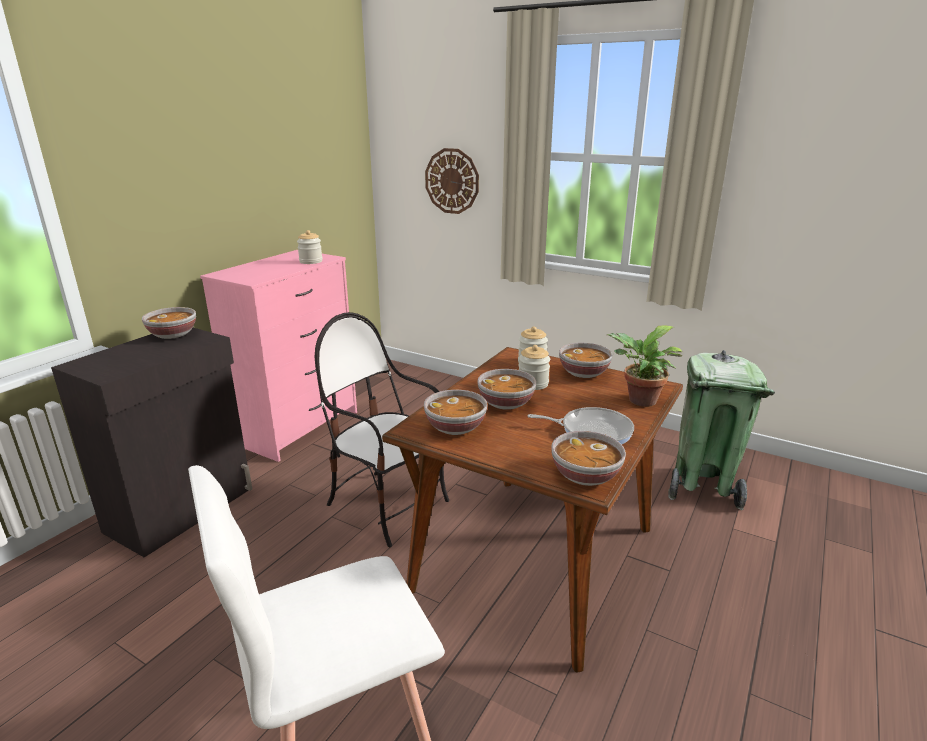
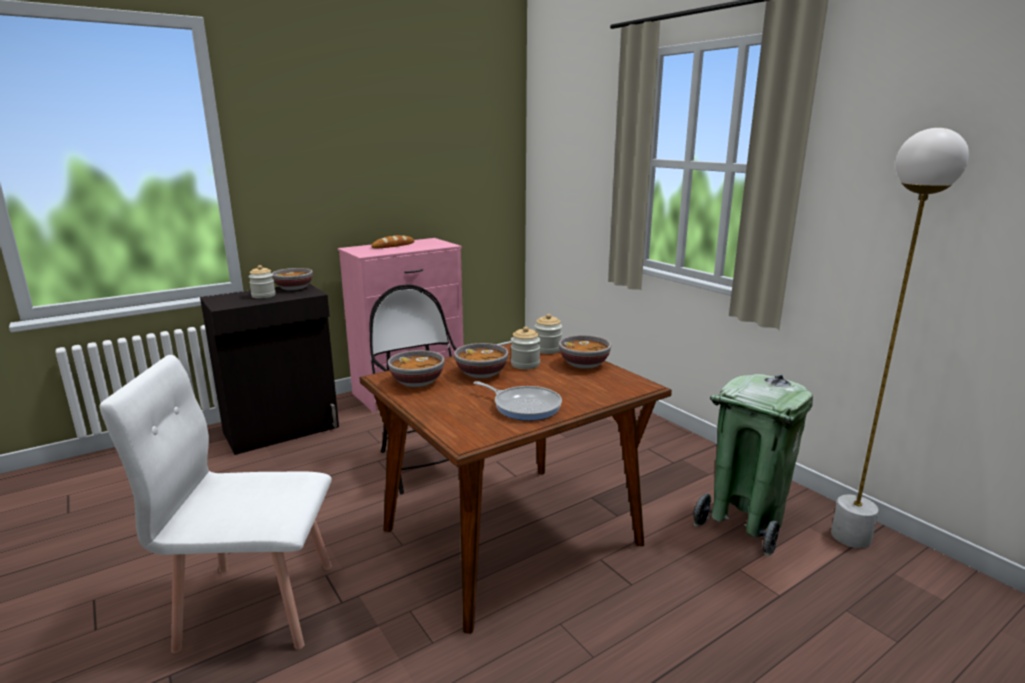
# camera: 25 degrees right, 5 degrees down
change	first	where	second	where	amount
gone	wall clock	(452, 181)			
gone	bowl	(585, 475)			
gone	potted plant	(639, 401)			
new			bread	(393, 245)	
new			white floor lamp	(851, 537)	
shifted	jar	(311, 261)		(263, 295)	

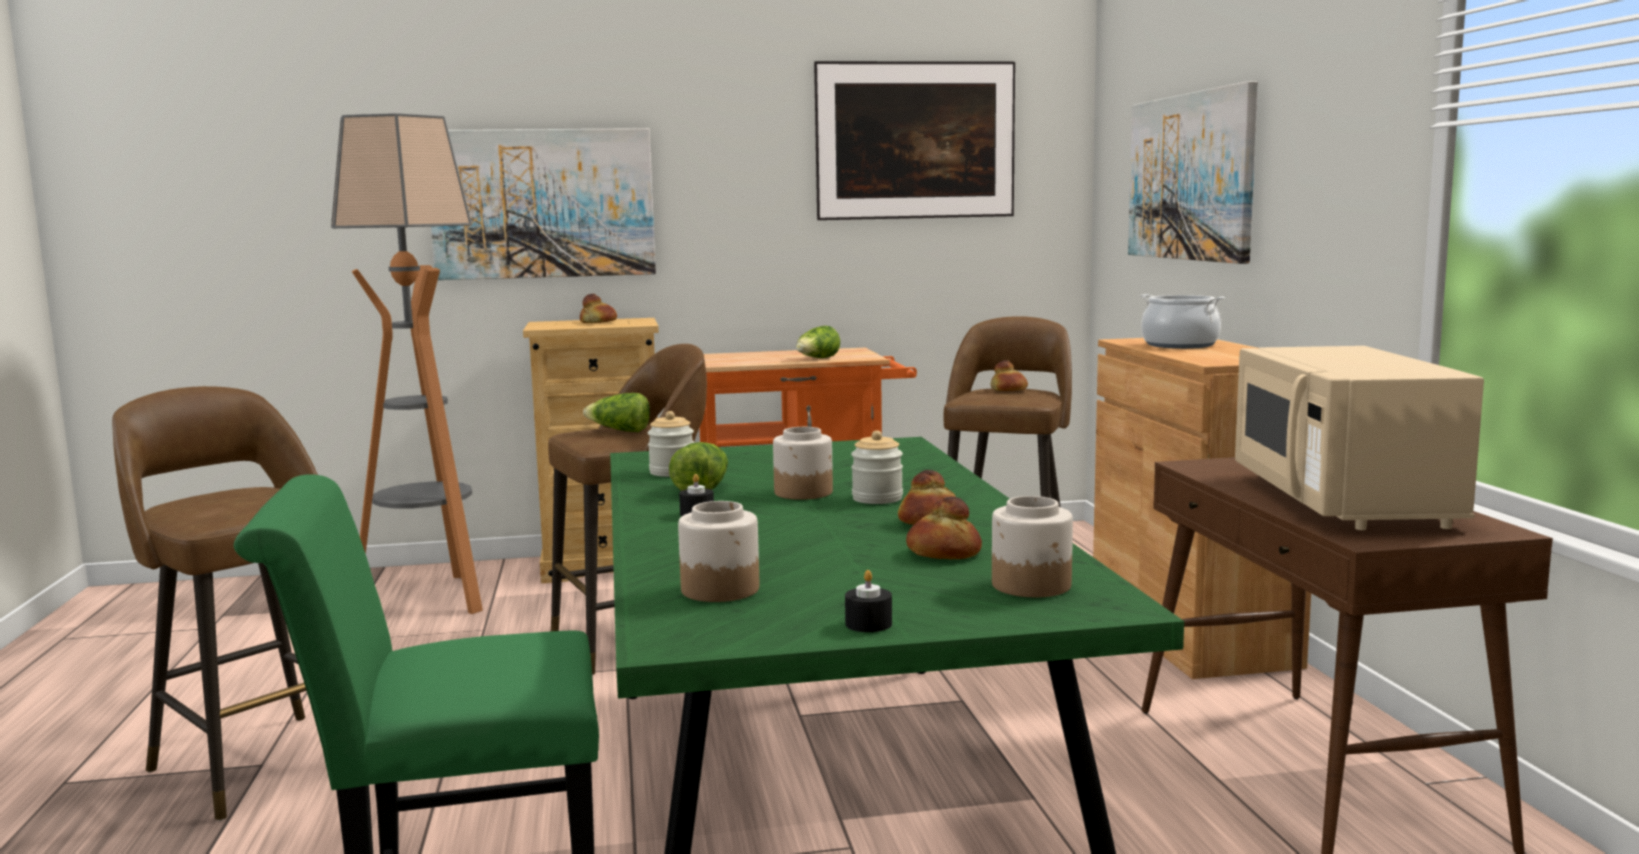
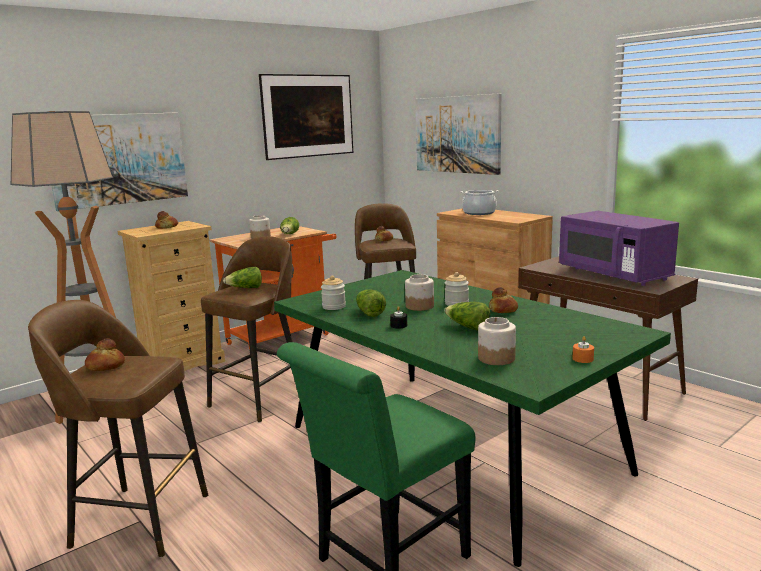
# camera: 30 degrees left, 5 degrees up
change	first	where	second	where	amount
new			lettuce	(467, 327)	
shifted	bread	(943, 553)		(105, 366)	
shifted	jar	(1032, 585)		(261, 237)	
repainted	black candle	(868, 624)	orange candle	(583, 359)	
repainted	beige microwave	(1342, 500)	purple microwave	(614, 274)	

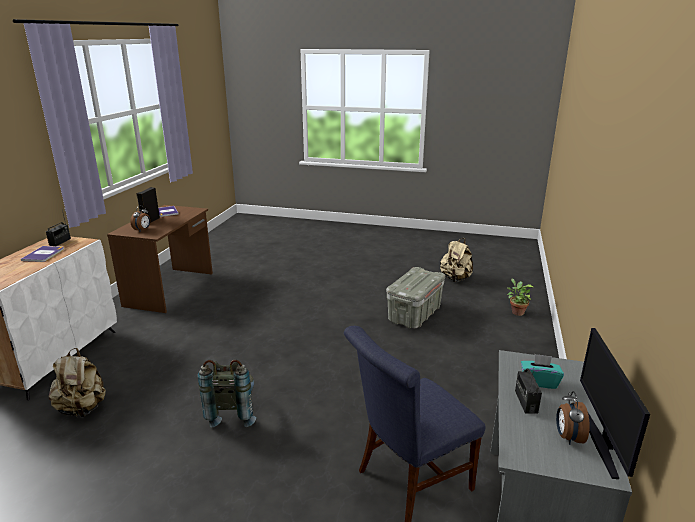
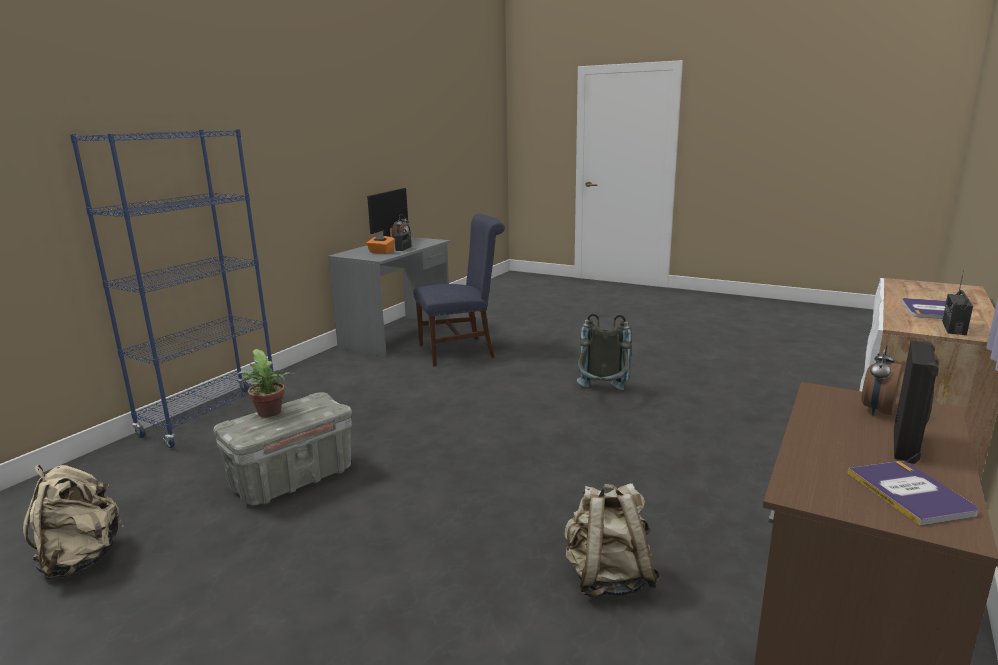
# camera: 165 degrees left, 5 degrees down
change	first	where	second	where	amount
new			blue bookcase	(211, 416)	
shifted	beige backpack	(82, 408)		(607, 578)	
shifted	potted plant	(516, 312)		(270, 414)	
repainted	turquoise tissue box	(539, 381)	orange tissue box	(381, 252)	

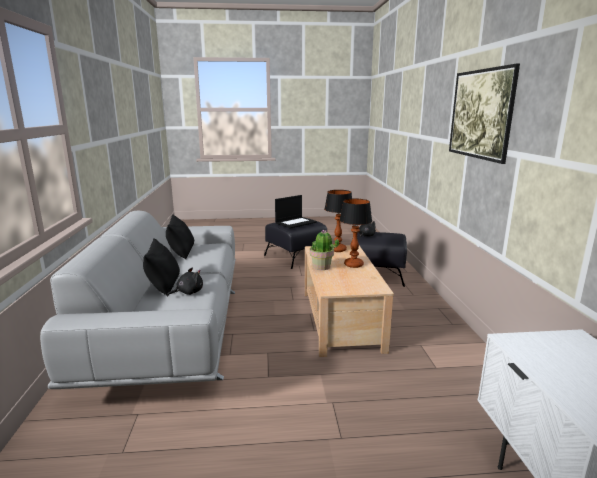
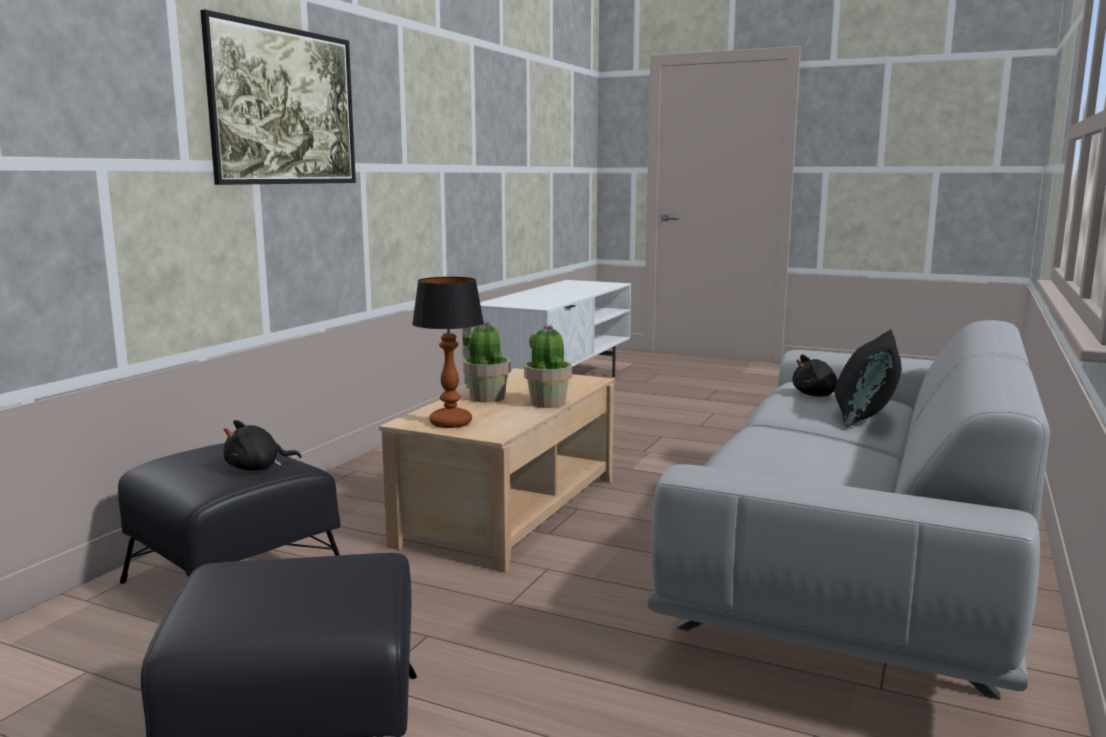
# camera: 150 degrees left, 5 degrees down
change	first	where	second	where	amount
gone	black pillow	(181, 253)			
gone	laptop	(296, 222)			
swapped	table lamp	(353, 265)	potted plant	(487, 398)	

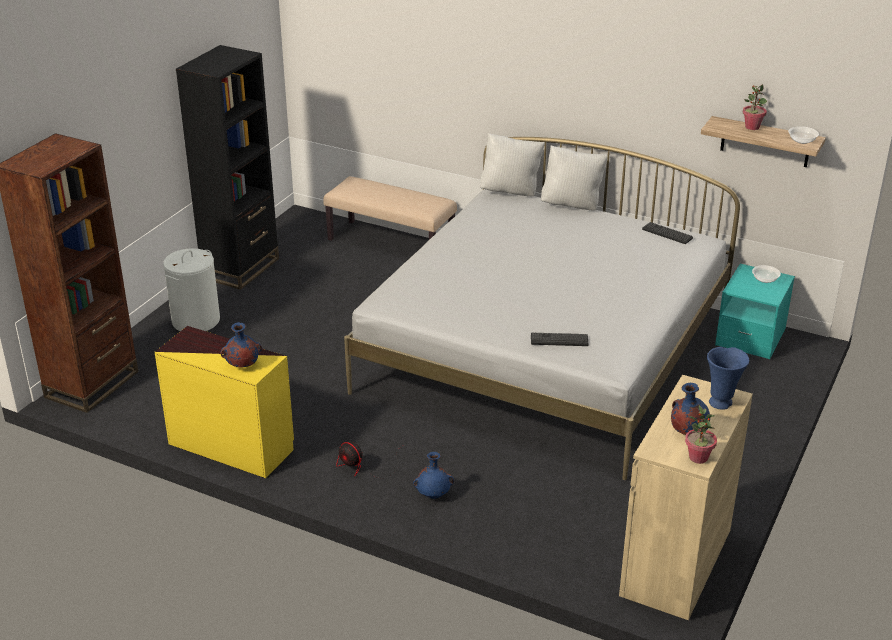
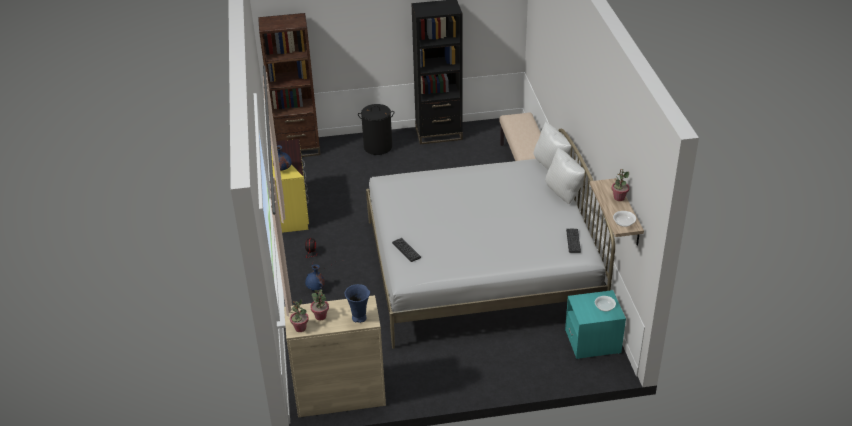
# camera: 55 degrees right, 5 degrees up
change	first	where	second	where	amount
swapped	blue vase	(687, 431)	potted plant	(320, 316)	
repainted	white laundry basket	(196, 320)	black laundry basket	(378, 147)	

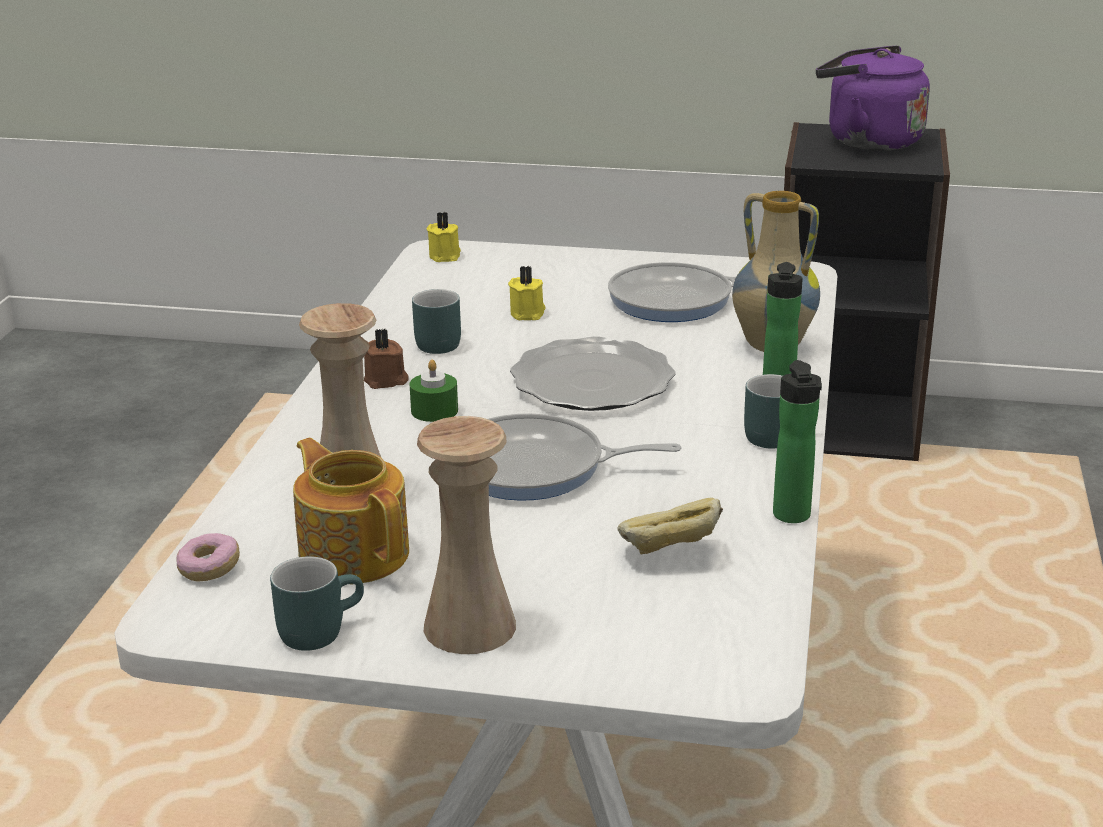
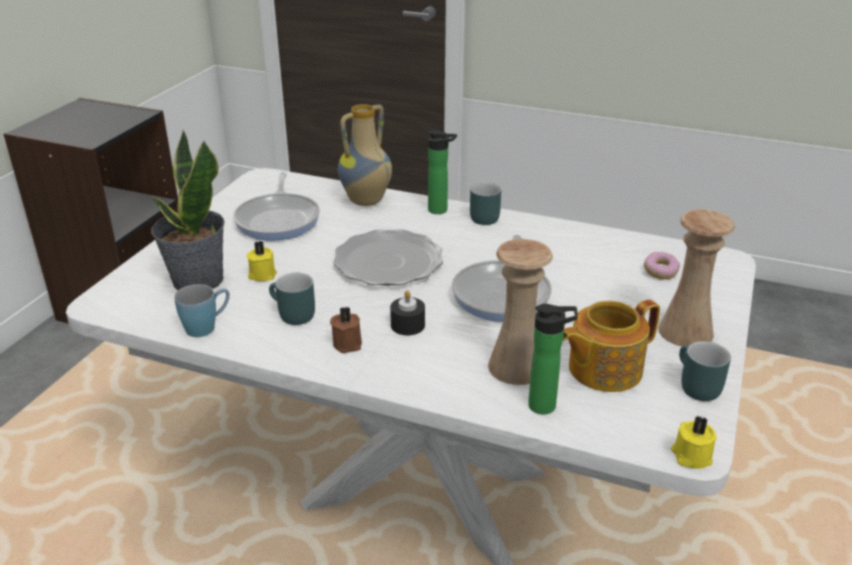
# camera: 80 degrees left, 5 degrees up
change	first	where	second	where	amount
gone	bread	(670, 555)			
gone	purple kettle	(867, 141)			
new			potted plant	(197, 280)	
new			blue mug	(207, 326)	
shifted	donut	(209, 569)		(660, 272)	
shifted	yellow candle	(446, 256)		(690, 456)	
shifted	bottle	(793, 517)		(546, 406)	
repainted	green candle	(434, 410)	black candle	(407, 325)	

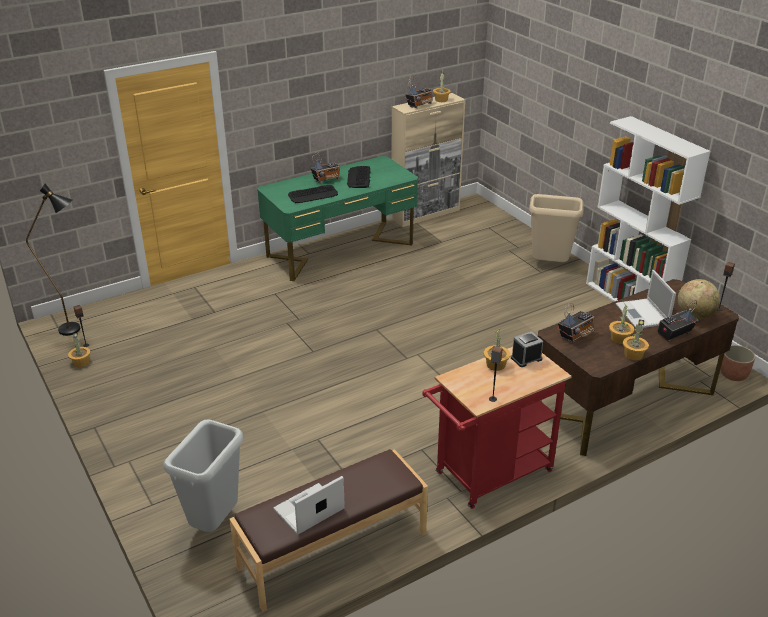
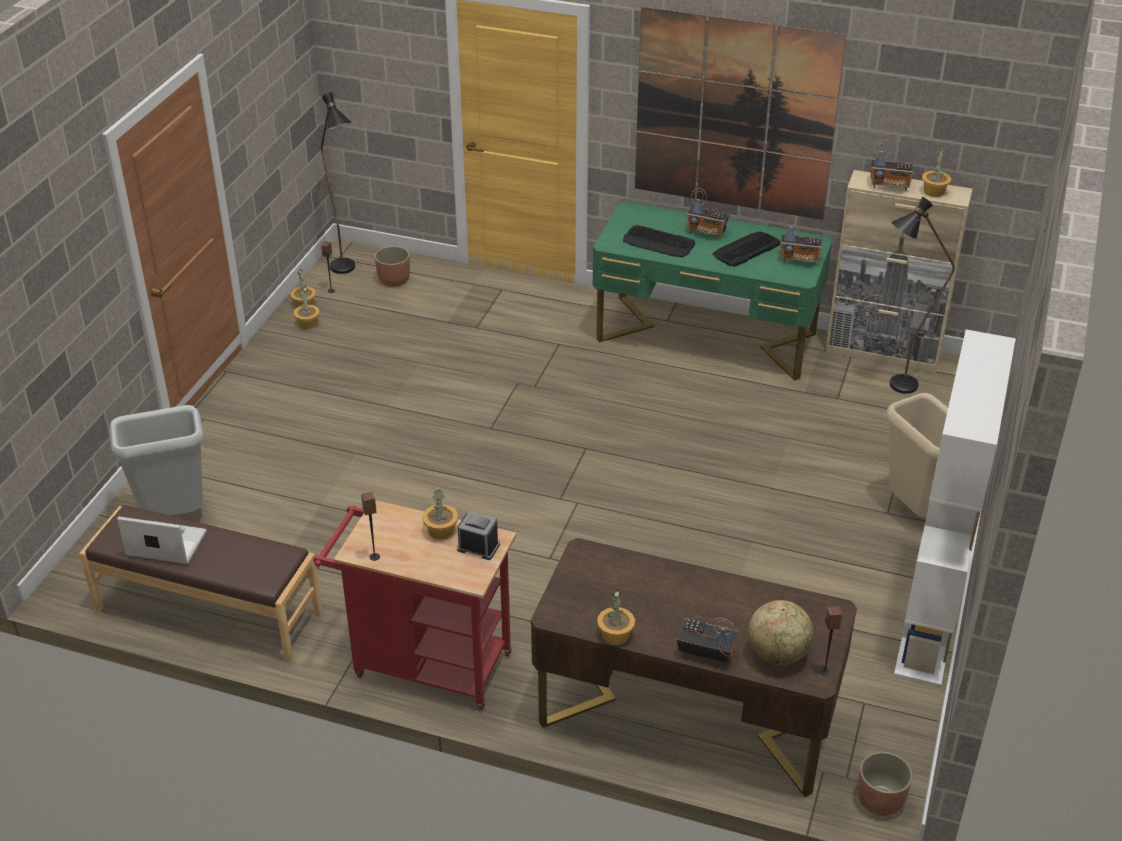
# camera: 50 degrees right, 5 degrees up
change	first	where	second	where	amount
gone	laptop	(642, 314)			
new			planter	(393, 280)	
new			picture	(734, 115)	
new			black floor lamp	(894, 388)	
shifted	radio	(575, 335)		(800, 259)	
shifted	potted plant	(619, 339)		(307, 323)	

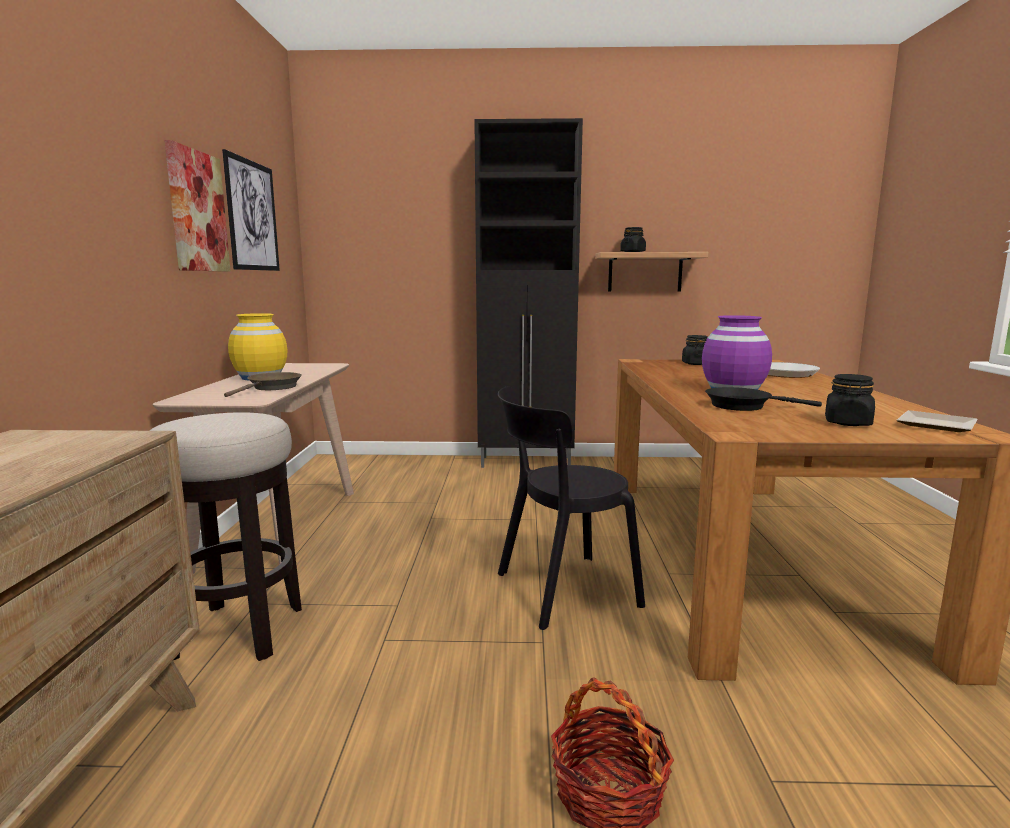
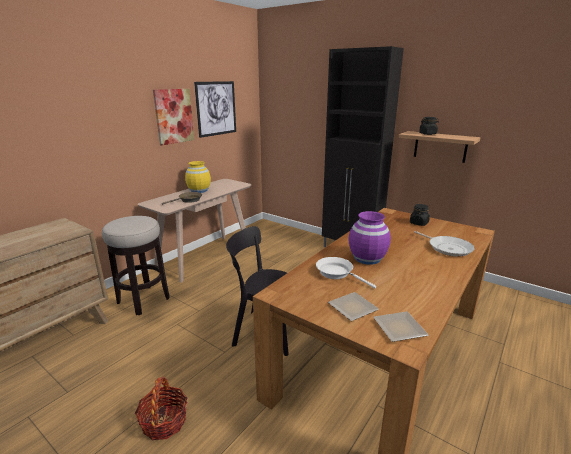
# camera: 35 degrees right, 10 degrees up
change	first	where	second	where	amount
swapped	black jar	(847, 423)	plate	(353, 307)	
repainted	black frying pan	(743, 406)	white frying pan	(337, 273)	

